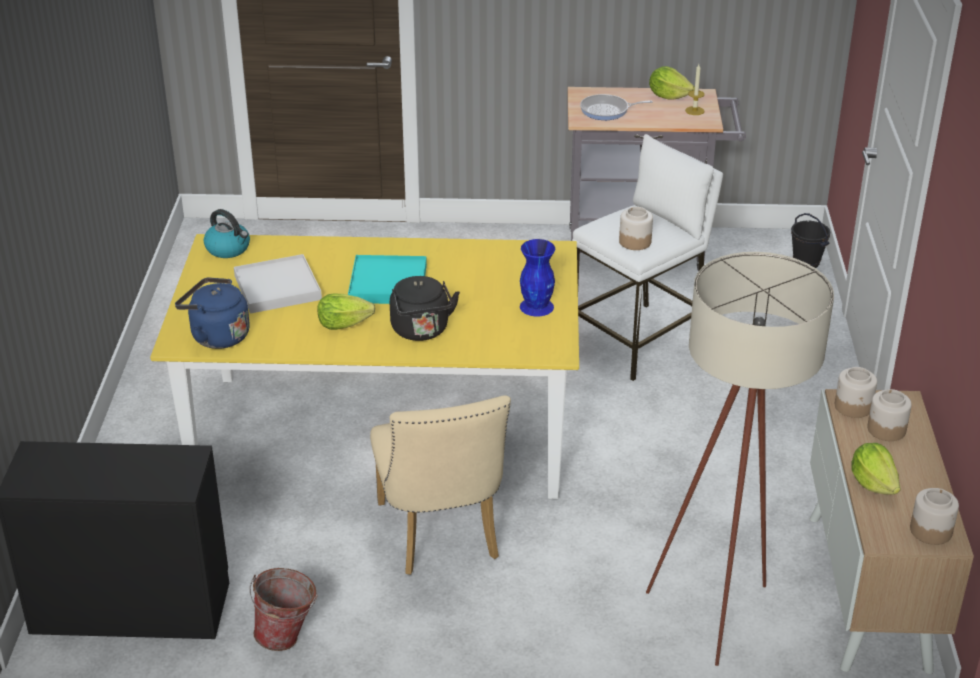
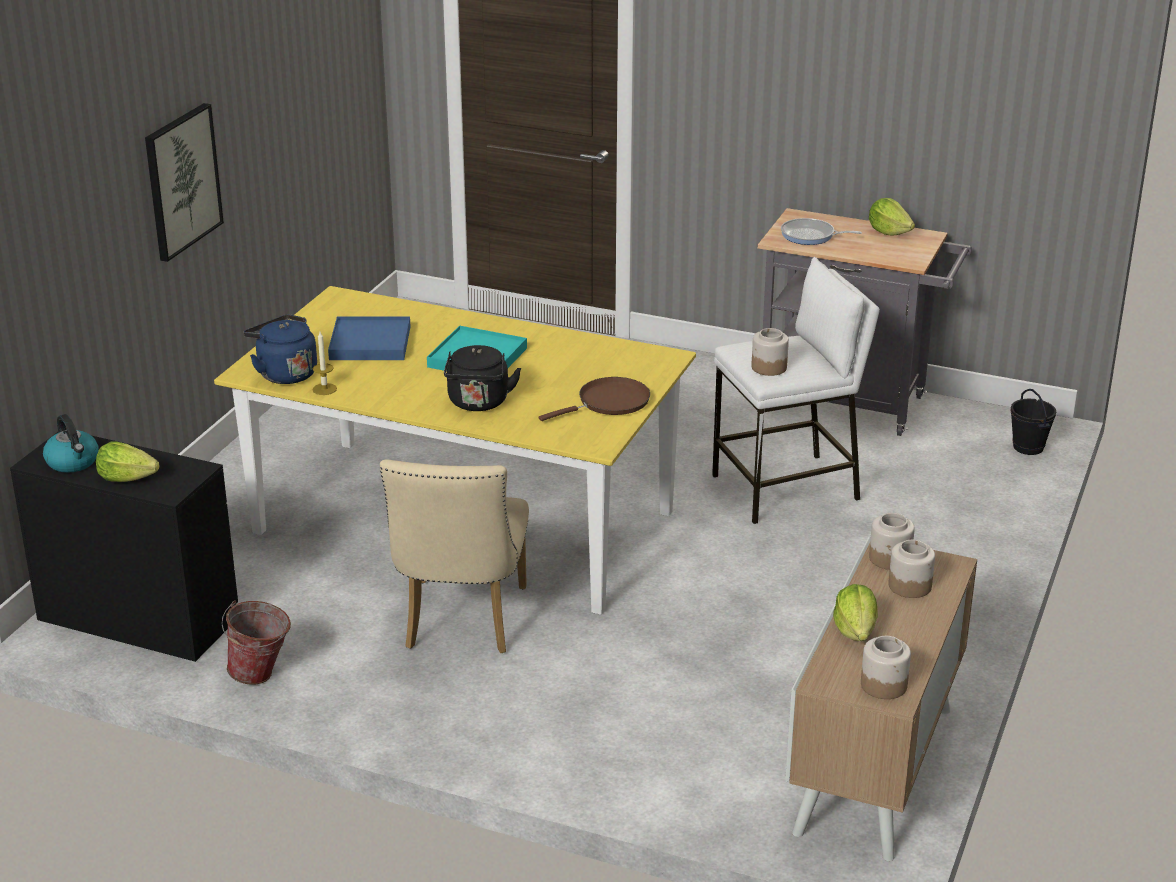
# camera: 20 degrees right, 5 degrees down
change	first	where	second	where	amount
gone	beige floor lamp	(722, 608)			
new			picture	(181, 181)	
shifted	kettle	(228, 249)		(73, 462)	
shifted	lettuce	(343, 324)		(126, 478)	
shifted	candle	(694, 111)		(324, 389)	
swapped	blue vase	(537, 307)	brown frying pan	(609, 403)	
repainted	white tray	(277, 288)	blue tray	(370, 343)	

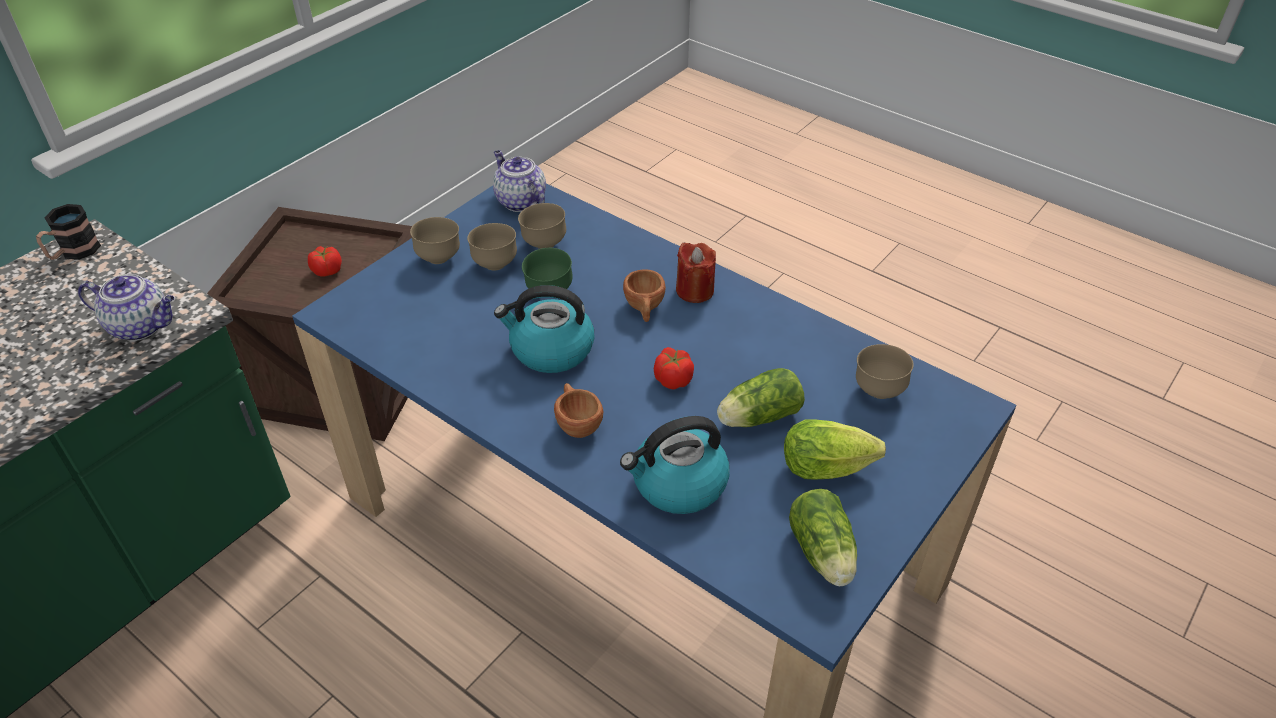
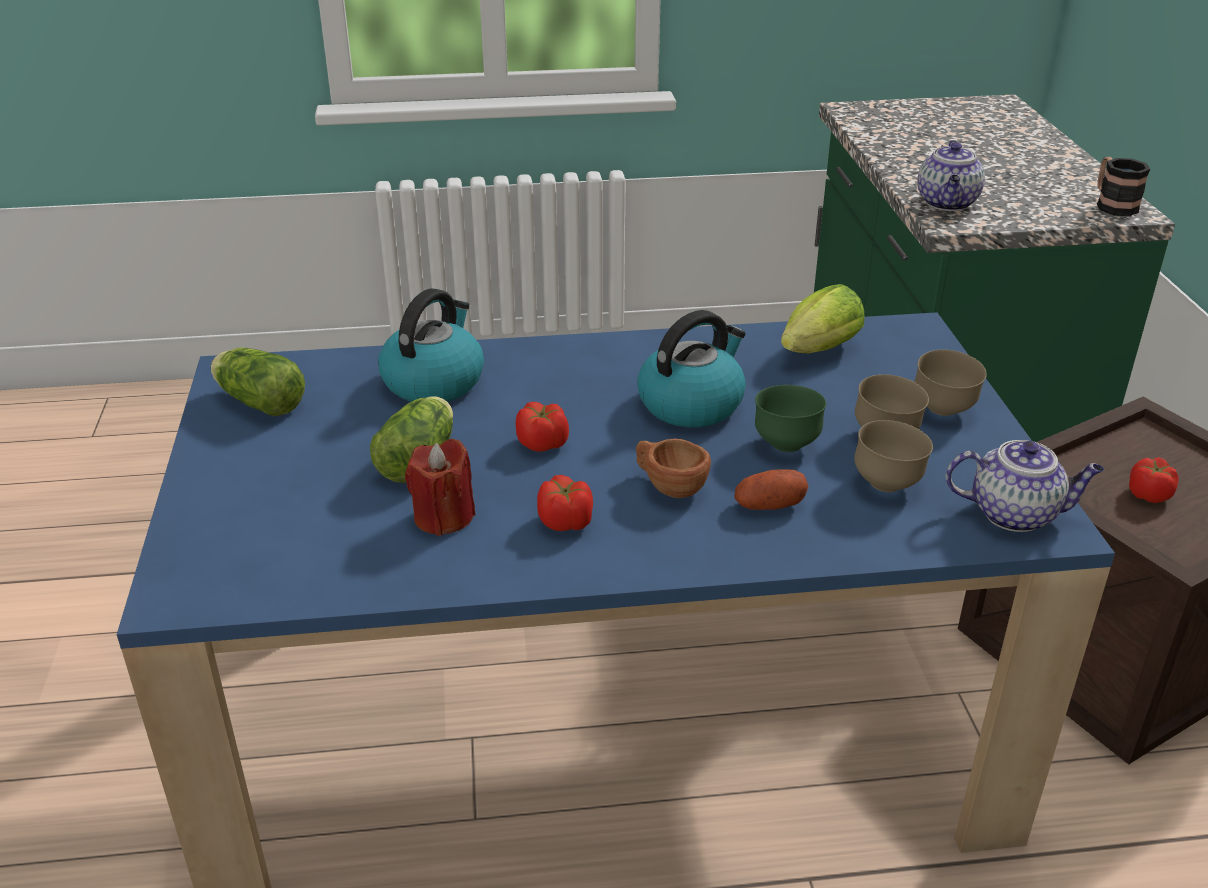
# camera: 135 degrees right, 10 degrees down
change	first	where	second	where	amount
gone	brown cup	(577, 423)			
gone	brown bowl	(878, 390)			
new			tomato	(566, 522)	
new			potato	(769, 505)	
shifted	red candle	(694, 290)		(443, 517)	
shifted	lettuce	(831, 468)		(816, 352)	
rotated	teapot	(142, 326)		(947, 203)	45 degrees counterclockwise

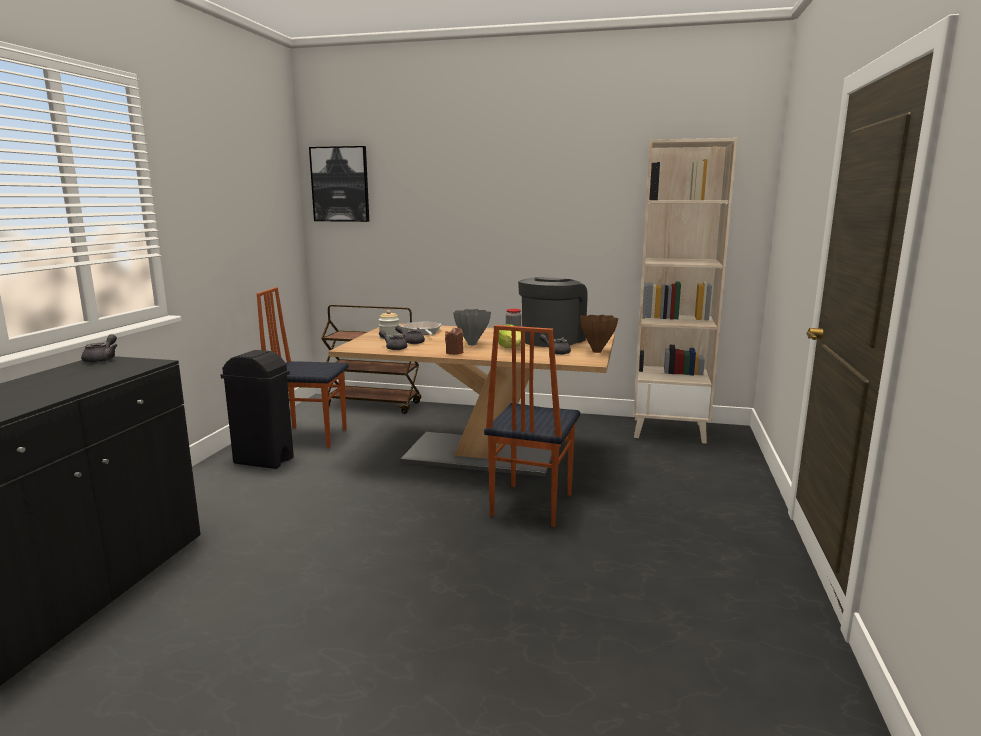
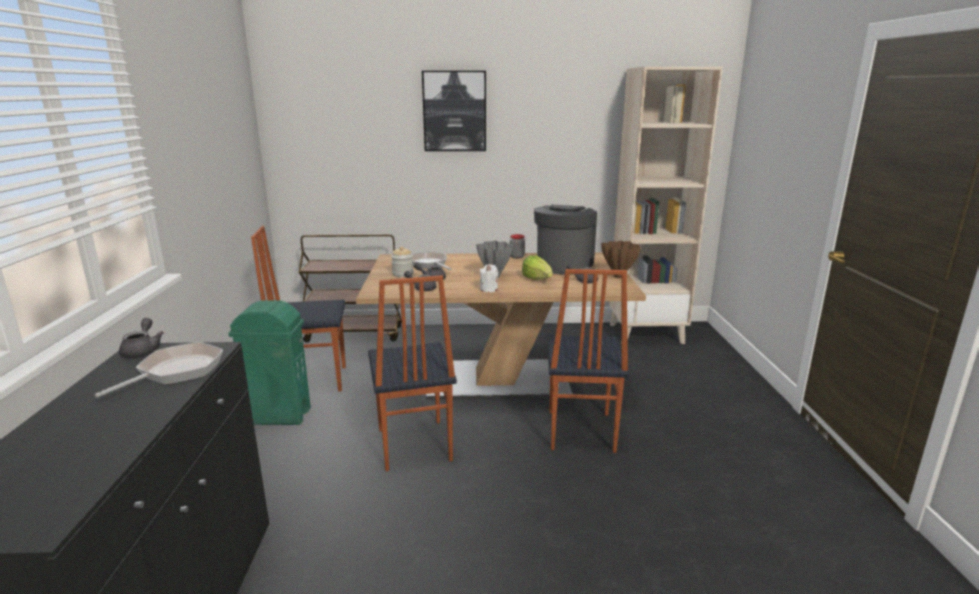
# camera: 15 degrees left, 5 degrees up
change	first	where	second	where	amount
new			frying pan	(176, 372)	
new			chair	(412, 445)	
shifted	picture	(340, 184)		(454, 111)	
repainted	black trash can	(263, 460)	green trash can	(279, 416)	
repainted	brown candle	(454, 352)	white candle	(489, 289)	

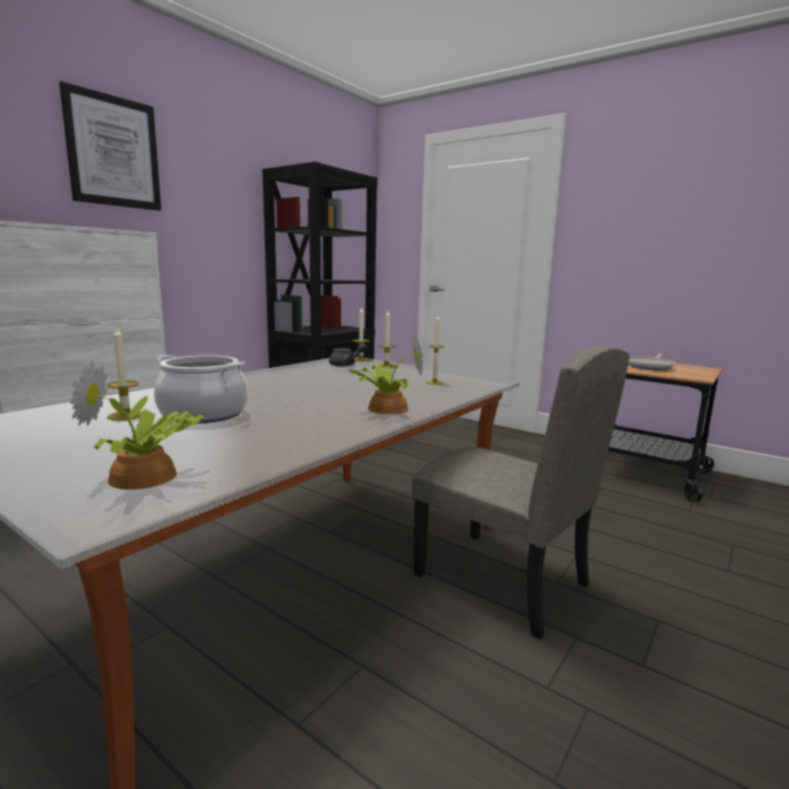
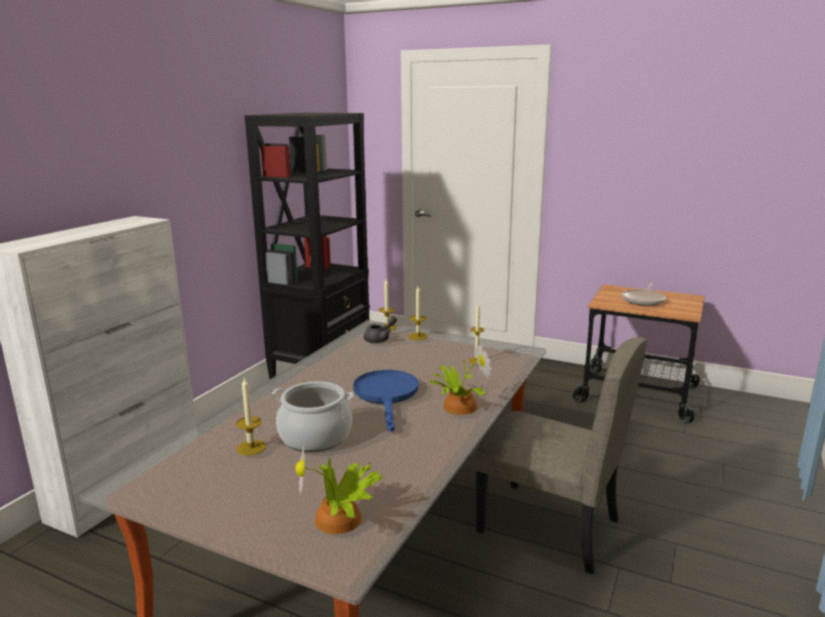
# camera: 10 degrees left, 5 degrees up
change	first	where	second	where	amount
gone	picture	(113, 152)			
new			blue frying pan	(387, 396)	

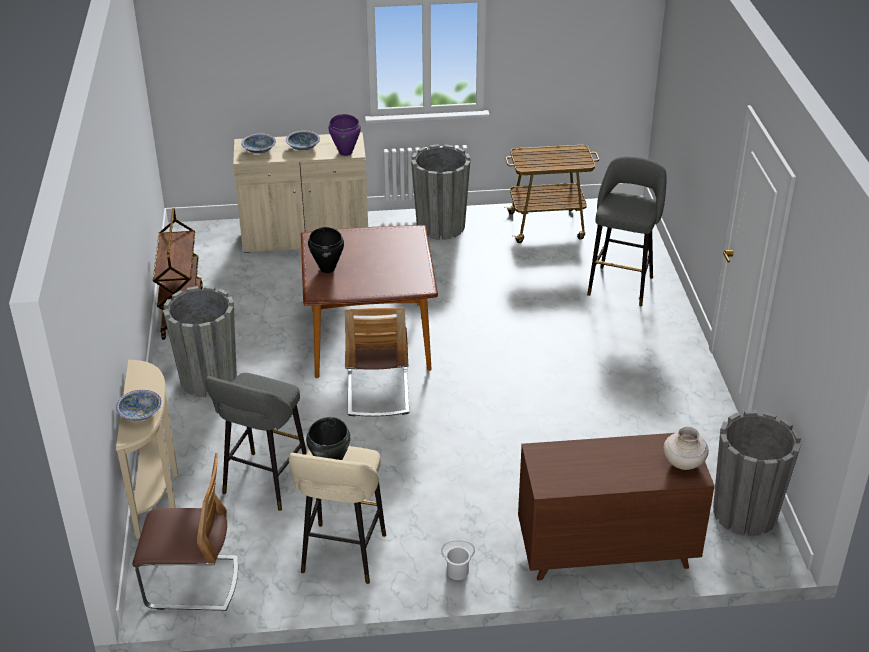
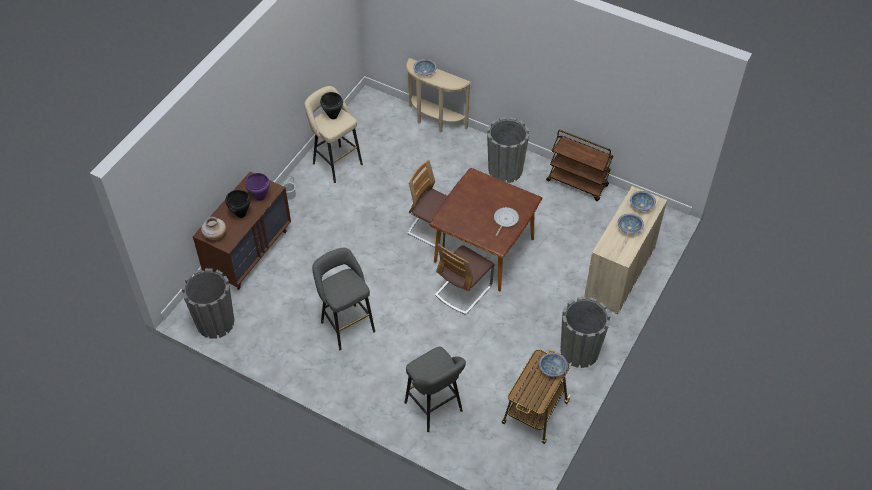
# camera: 125 degrees right, 15 degrees up
change	first	where	second	where	amount
new			frying pan	(505, 220)	
new			bowl	(552, 368)	
shifted	chair	(192, 583)		(463, 290)	
shifted	grey stool	(264, 484)		(346, 324)	
shifted	black cooking pot	(327, 268)		(241, 214)	
shifted	purple cooking pot	(346, 152)		(260, 197)	

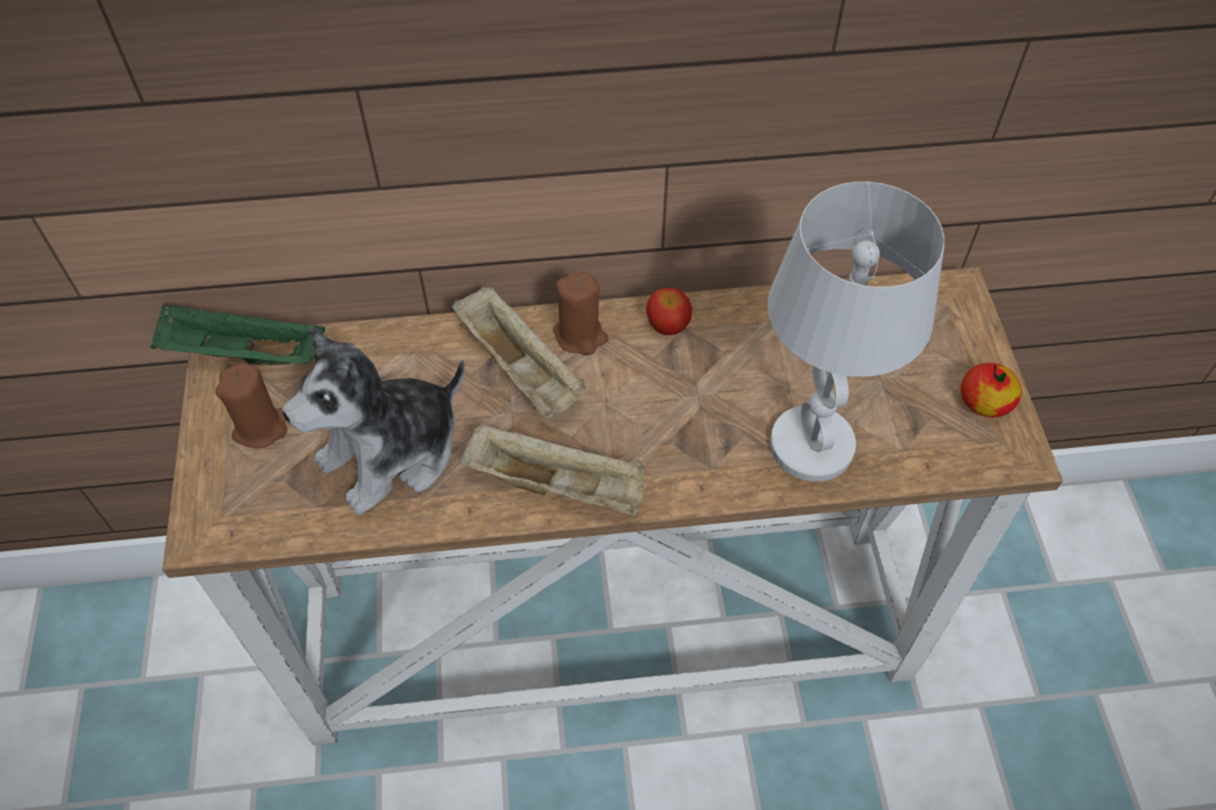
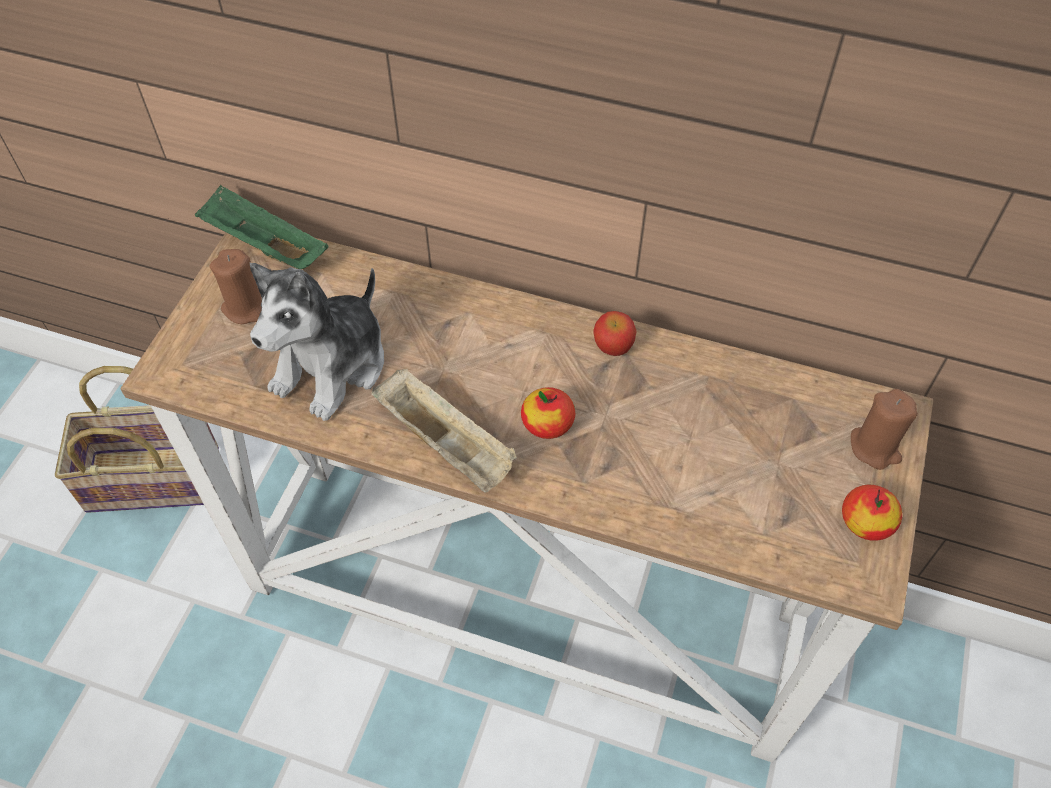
# camera: 25 degrees right, 0 degrees up
change	first	where	second	where	amount
gone	beige tray	(521, 369)			
gone	white table lamp	(811, 444)			
new			basket	(154, 477)	
new			apple	(547, 423)	
shifted	brown candle	(580, 335)		(875, 447)	
rotated	plush toy	(392, 453)		(332, 366)	45 degrees counterclockwise

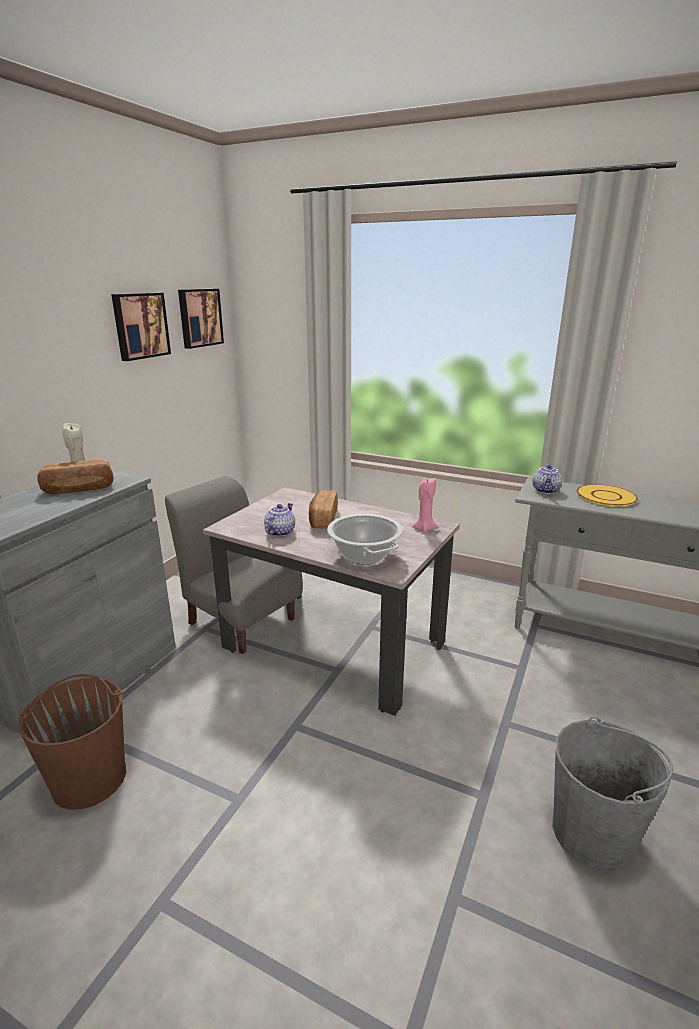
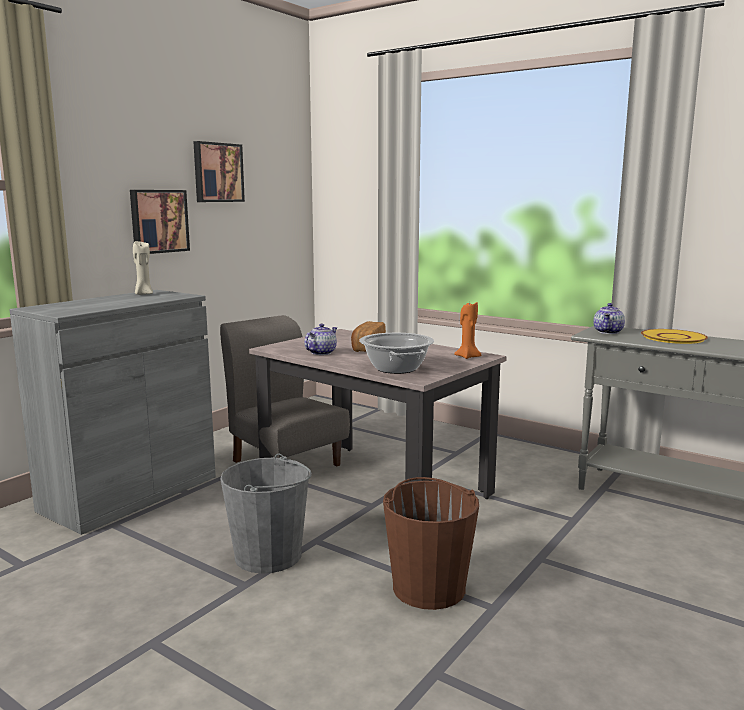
# camera: 10 degrees right, 10 degrees down
change	first	where	second	where	amount
gone	bread	(79, 489)			
shifted	brown bucket	(89, 778)		(429, 587)	
shifted	picture	(199, 317)		(158, 221)	
shifted	grey bucket	(593, 833)		(269, 555)	
repainted	pink candle	(424, 528)	orange candle	(467, 357)	

